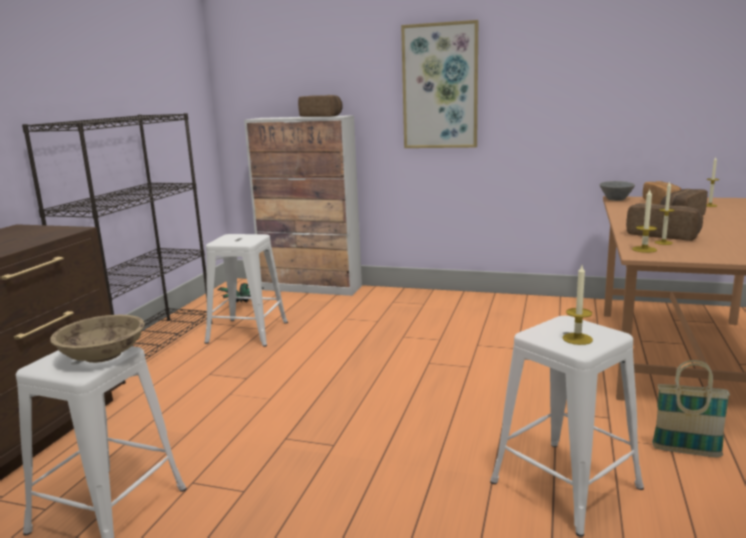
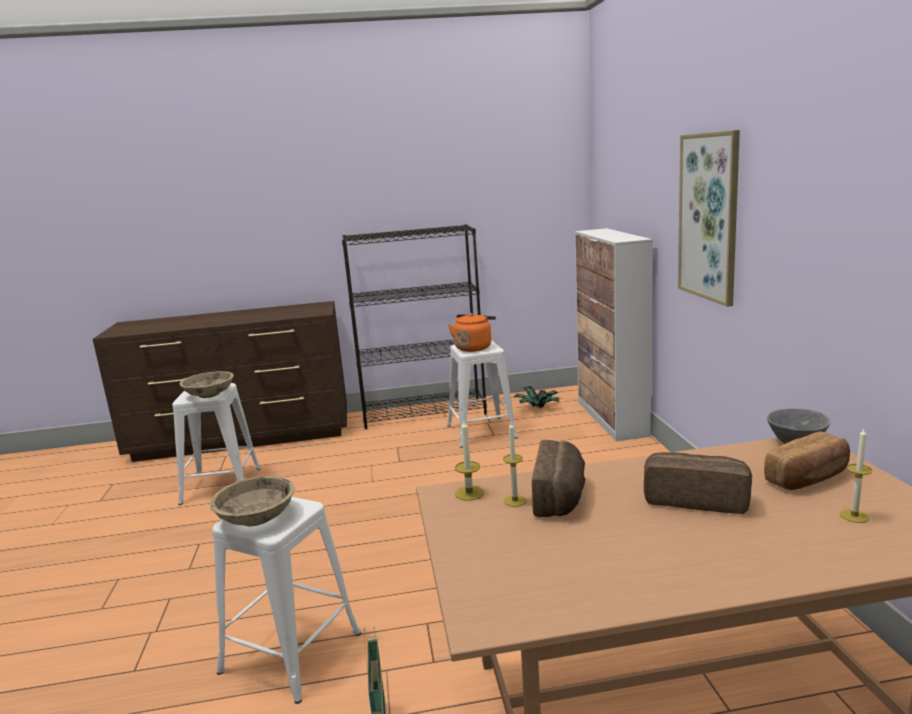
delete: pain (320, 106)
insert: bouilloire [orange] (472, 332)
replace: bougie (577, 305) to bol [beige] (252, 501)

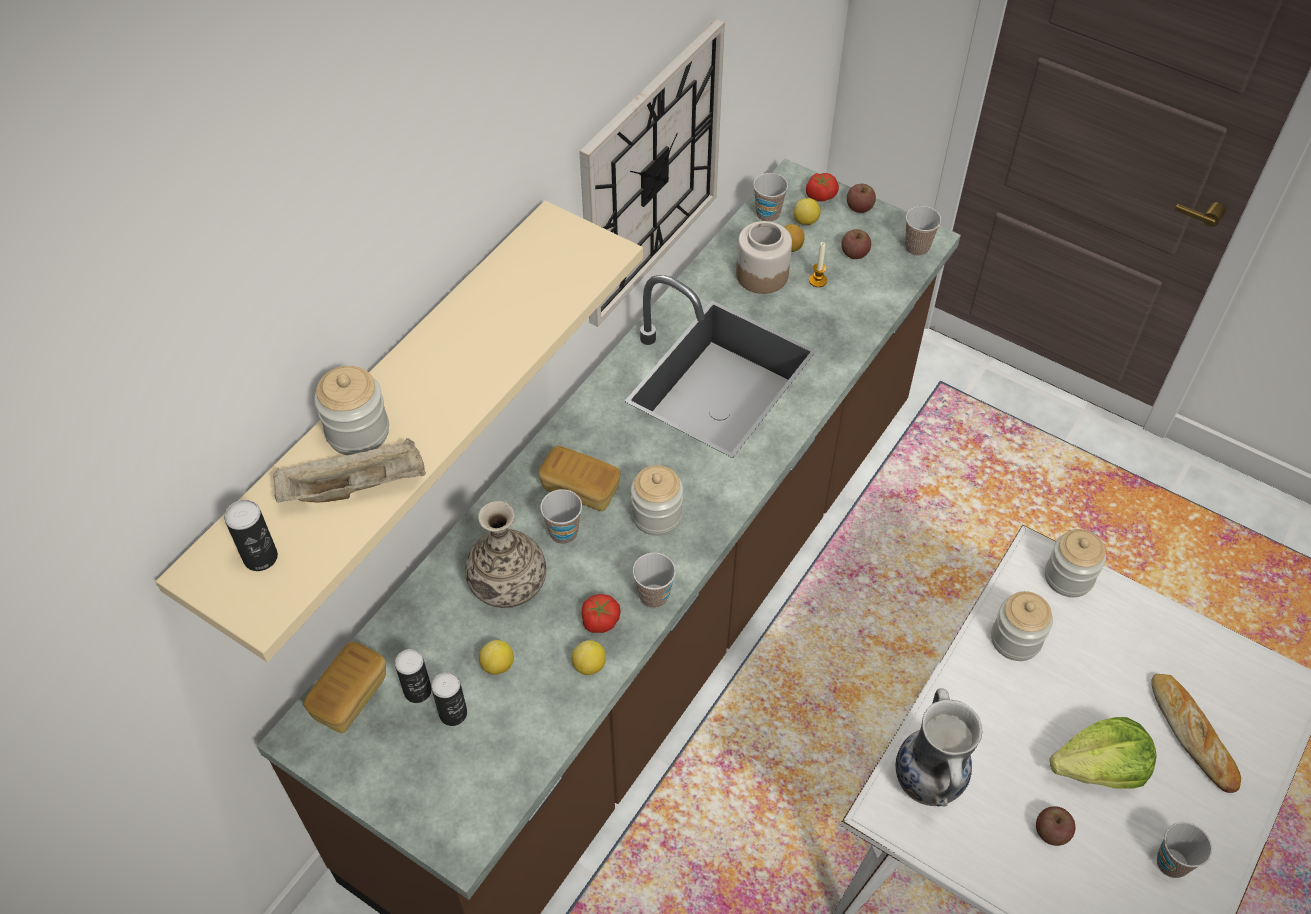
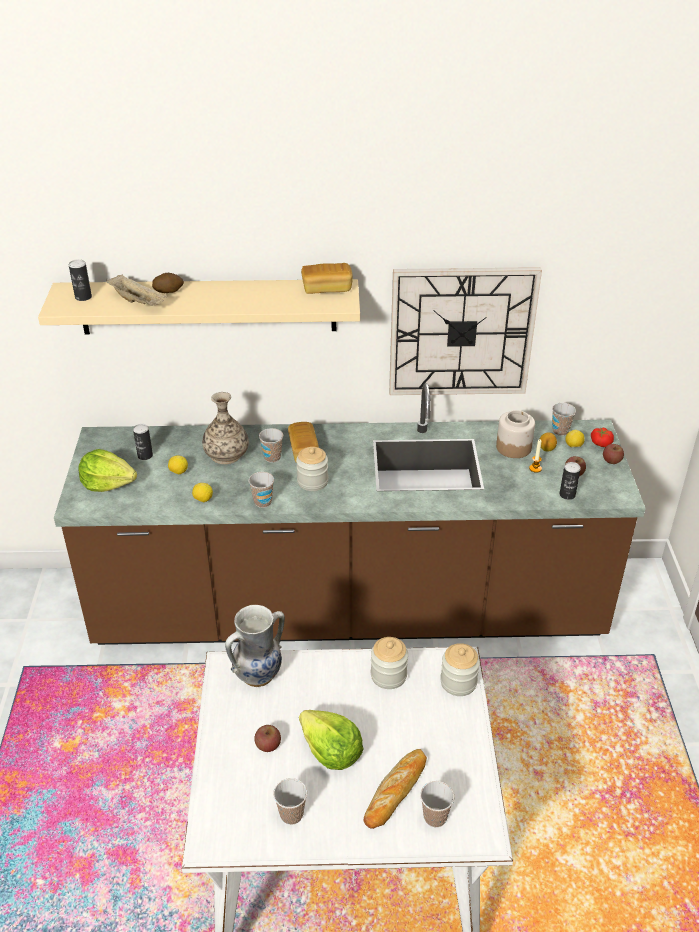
delete: tomate (601, 613)
insert: laitue (107, 470)
move: pain (344, 687) to (327, 278); boîte métallique (449, 699) to (570, 481); tasse (923, 231) to (437, 804)
replace: bocal (351, 410) to pomme de terre (168, 283)

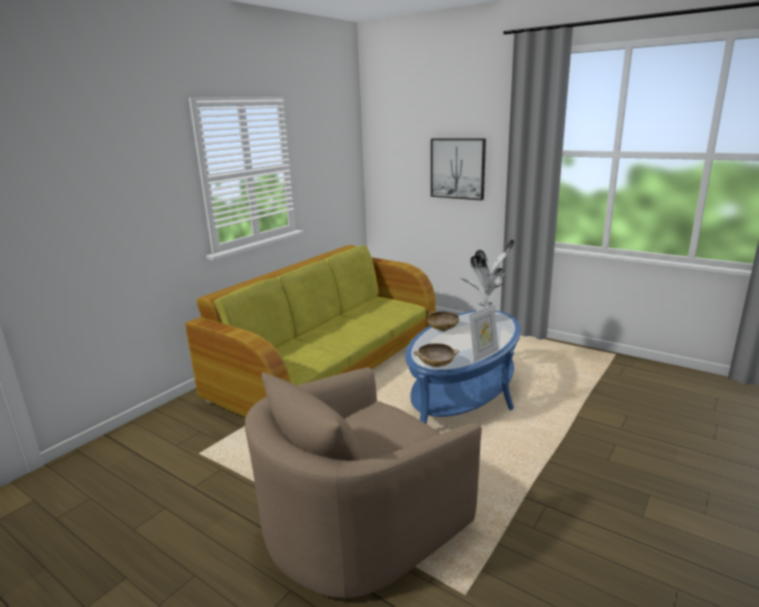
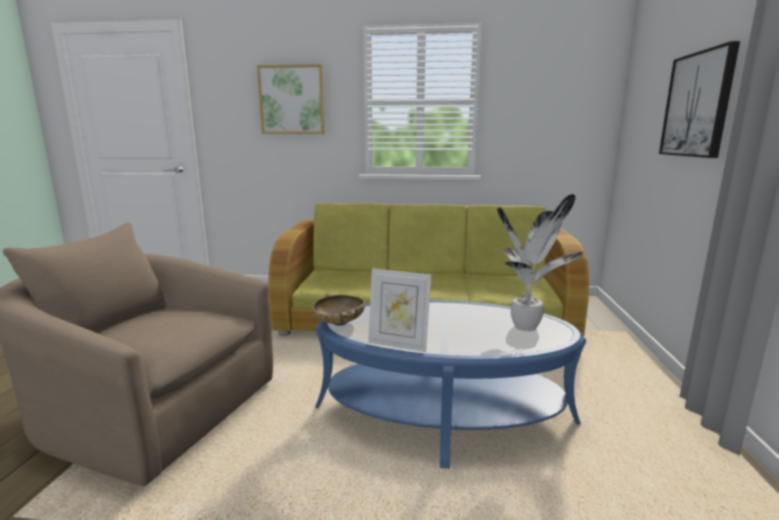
delete: bol [beige] (443, 321)
insert: tableau (291, 99)

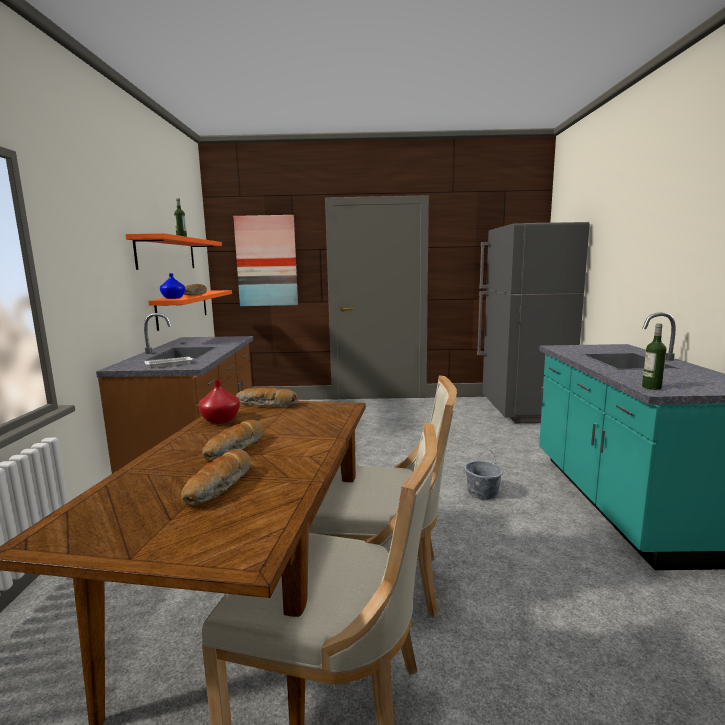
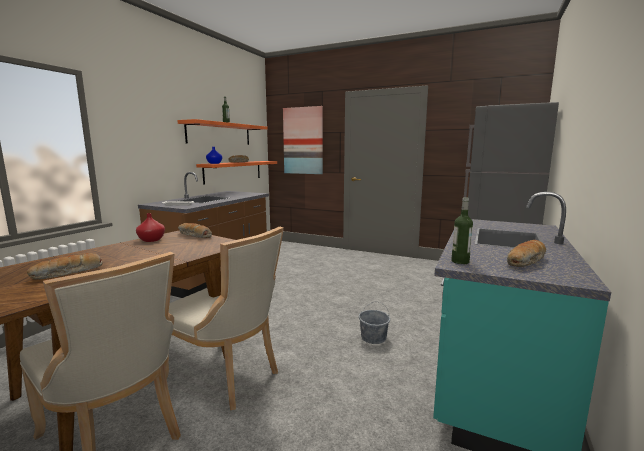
move: pain (232, 440) to (526, 253)

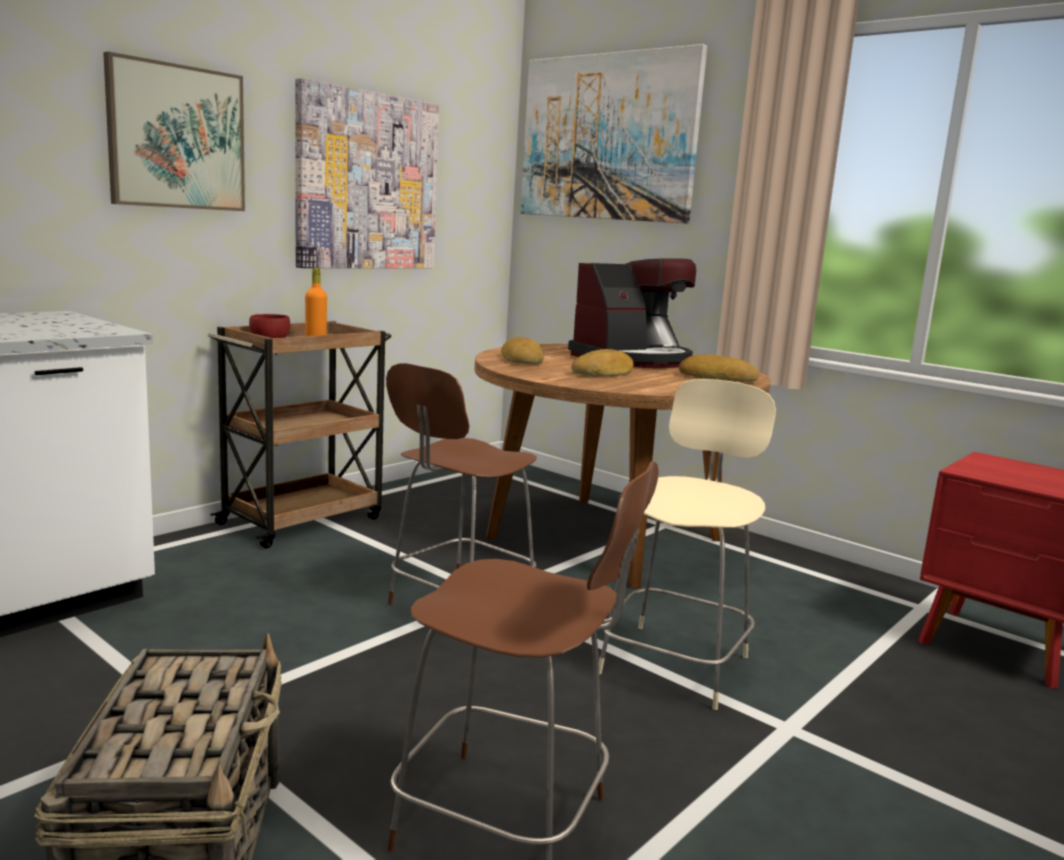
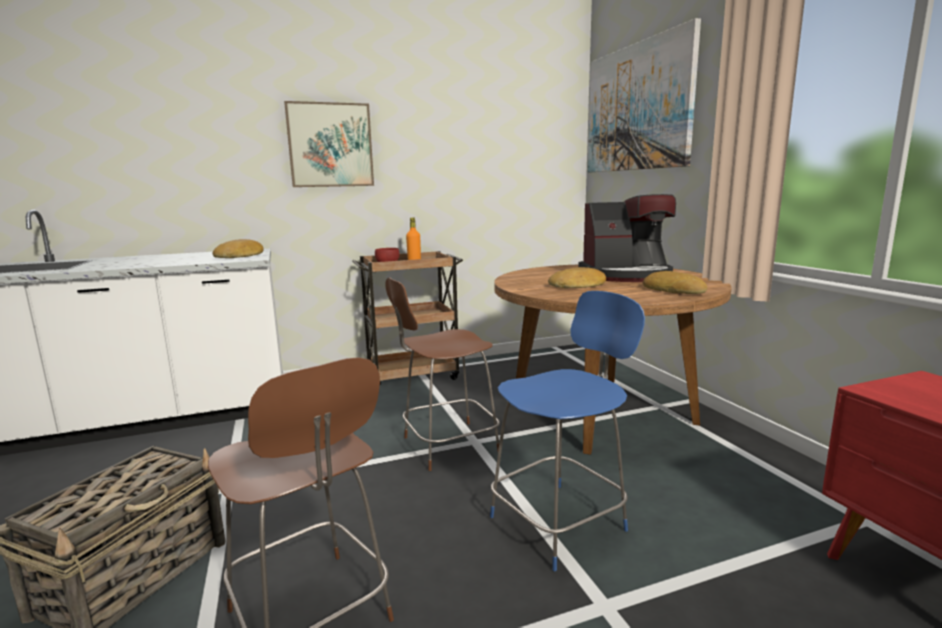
delete: tableau (367, 173)
move: pain (522, 350) to (238, 248)
recolor: chaise [beige] (687, 544) to chaise [bleu] (567, 431)

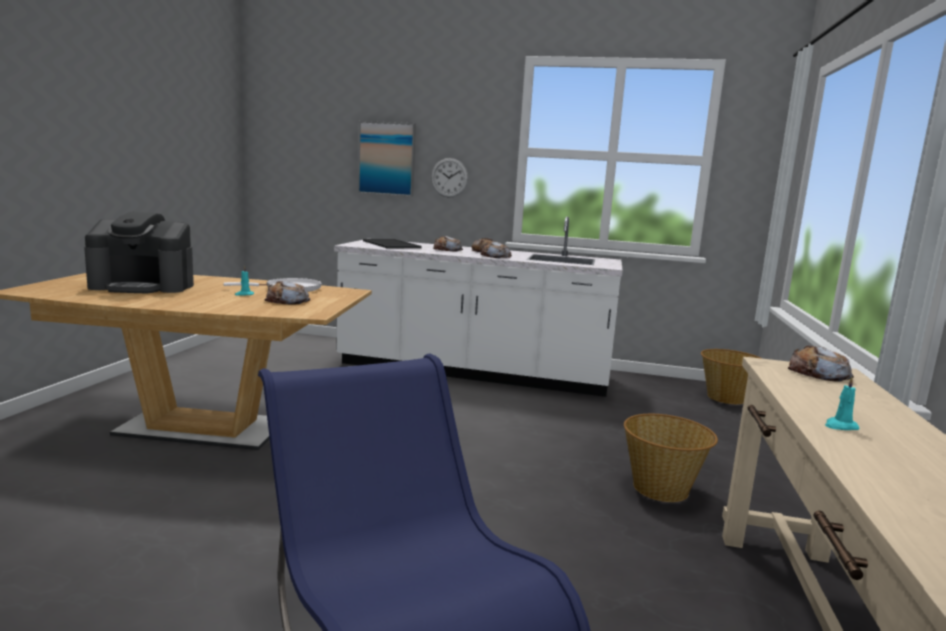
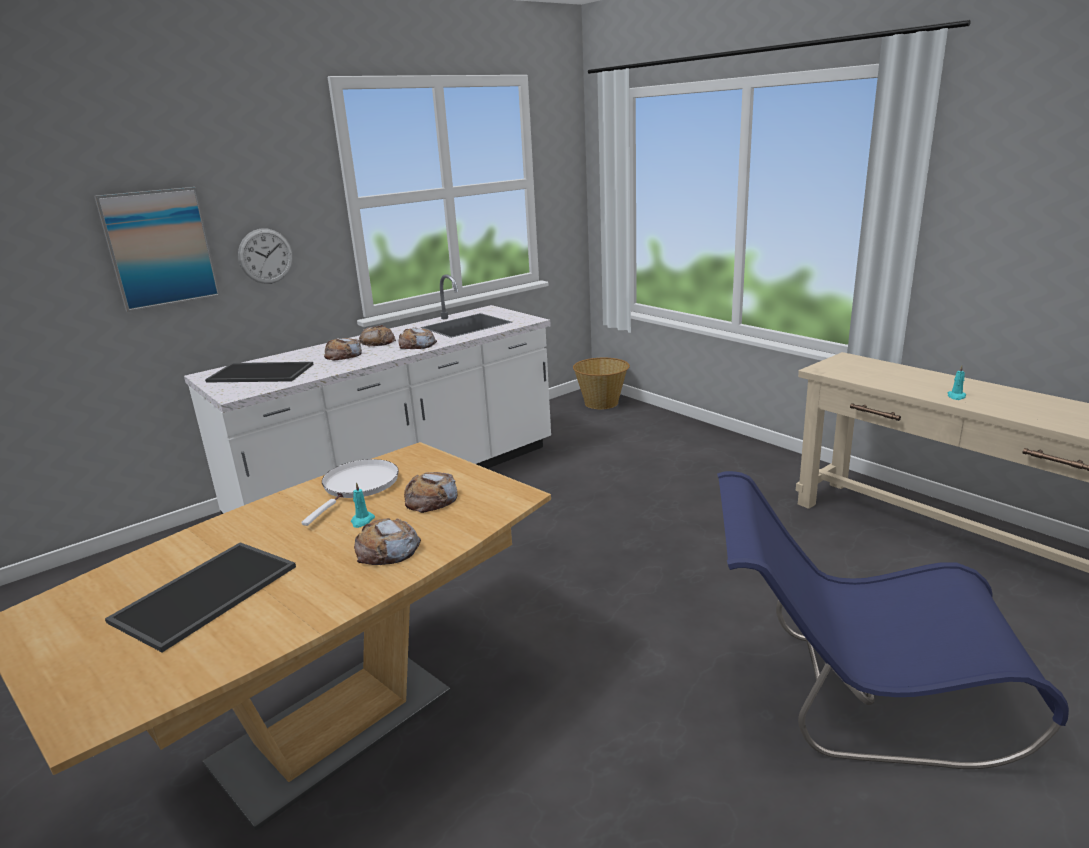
delete: panier (671, 458)
move: pain (821, 364) to (387, 541)
replace: machine à café (139, 252) to plateau (200, 597)

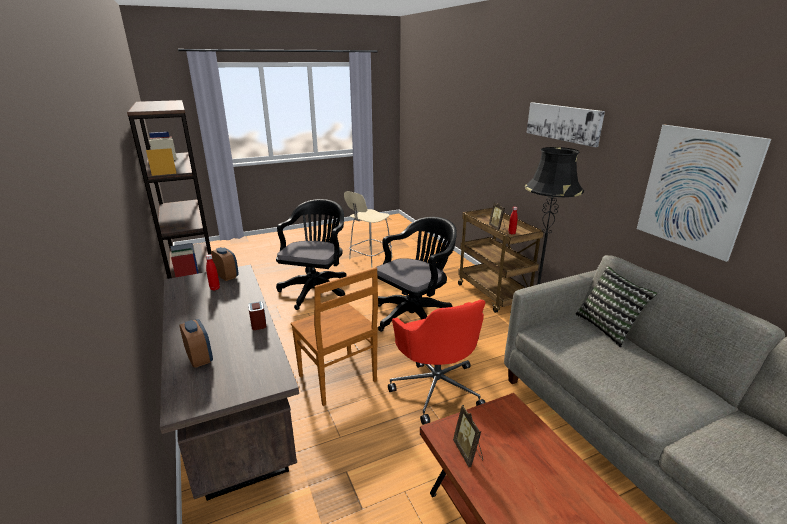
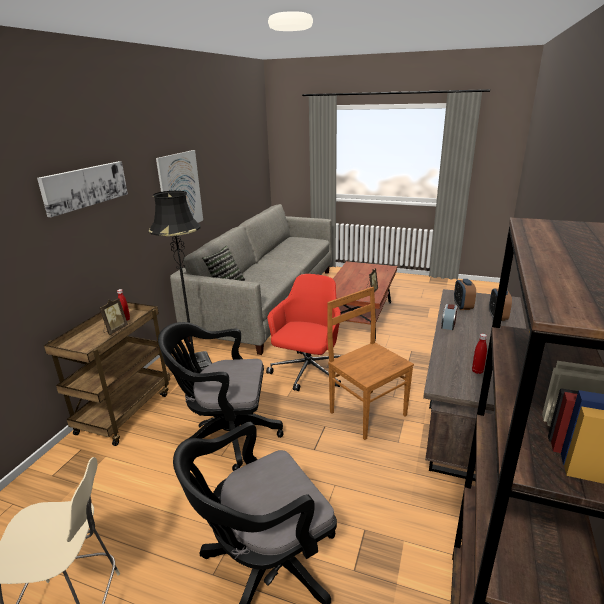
move: réveil (224, 264) to (465, 294)
rotate: chaise [marron] (334, 337) = (370, 363) 45 degrees counterclockwise

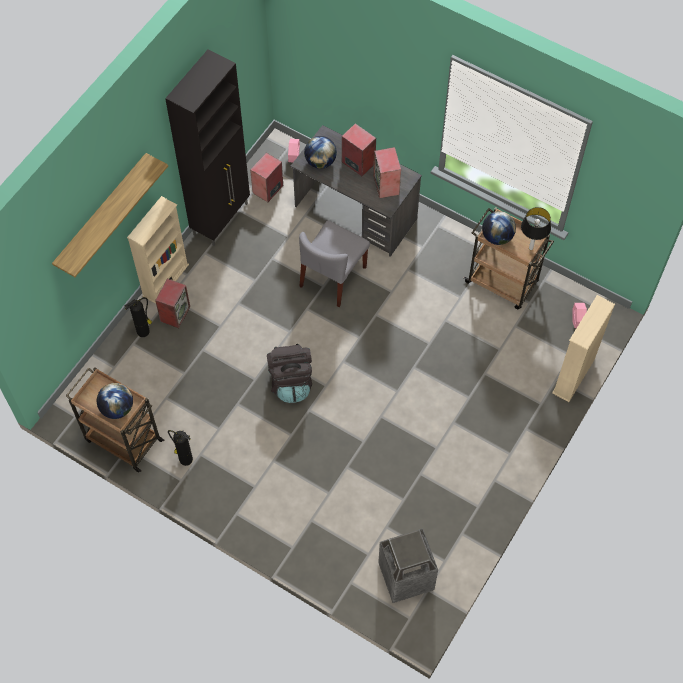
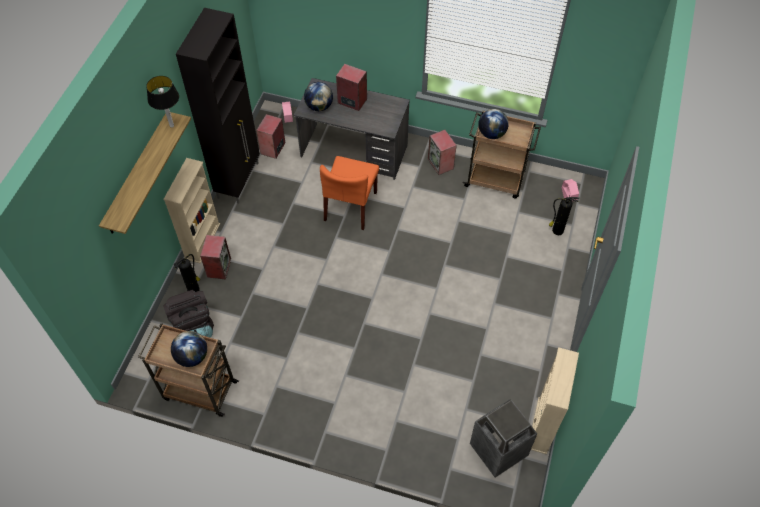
move: extincteur (180, 448) to (564, 215); sac à dos [noir] (289, 373) to (188, 314); enceinte (387, 172) to (442, 152); lampe de table (536, 228) to (162, 102); bibliothèque [beige] (583, 348) to (555, 400)
recolor: chaise [gris] (334, 263) to chaise [orange] (349, 193)

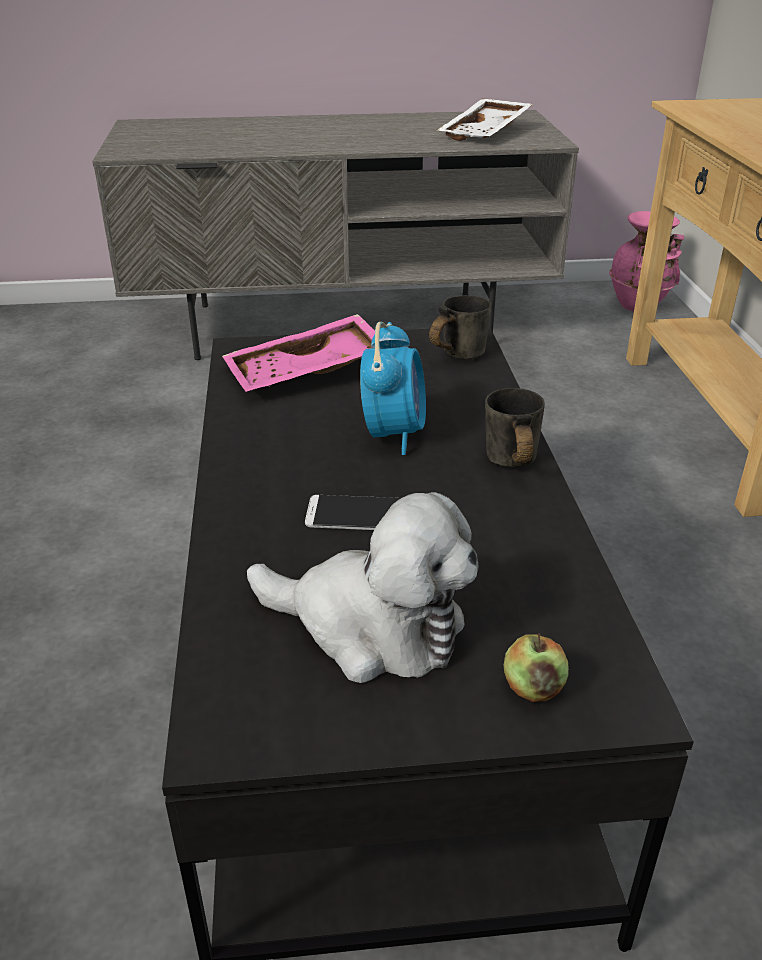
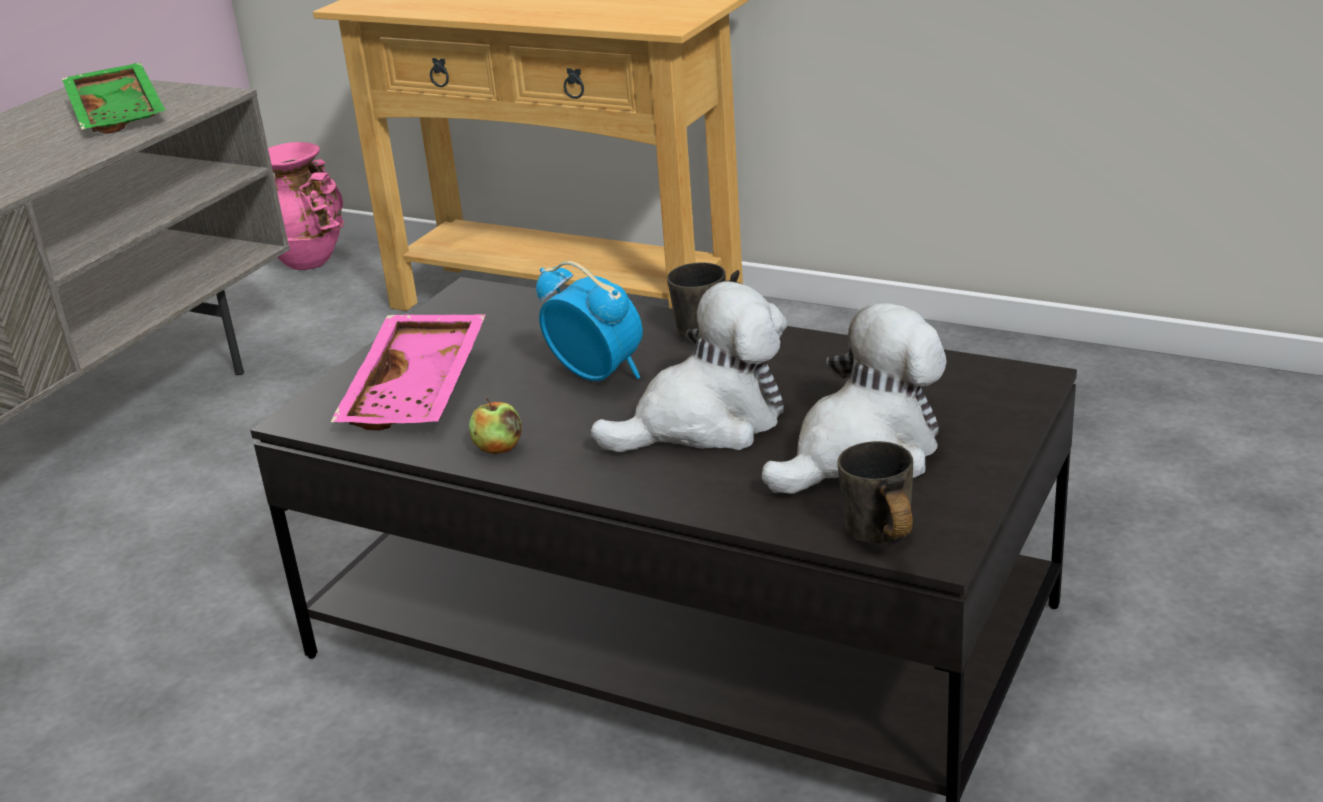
move: mug [gris] (460, 327) to (875, 492); pomme (536, 668) to (495, 426)
replace: téléphone (353, 512) to peluche (689, 366)
recolor: plateau [blanc] (484, 120) to plateau [vert] (114, 98)

